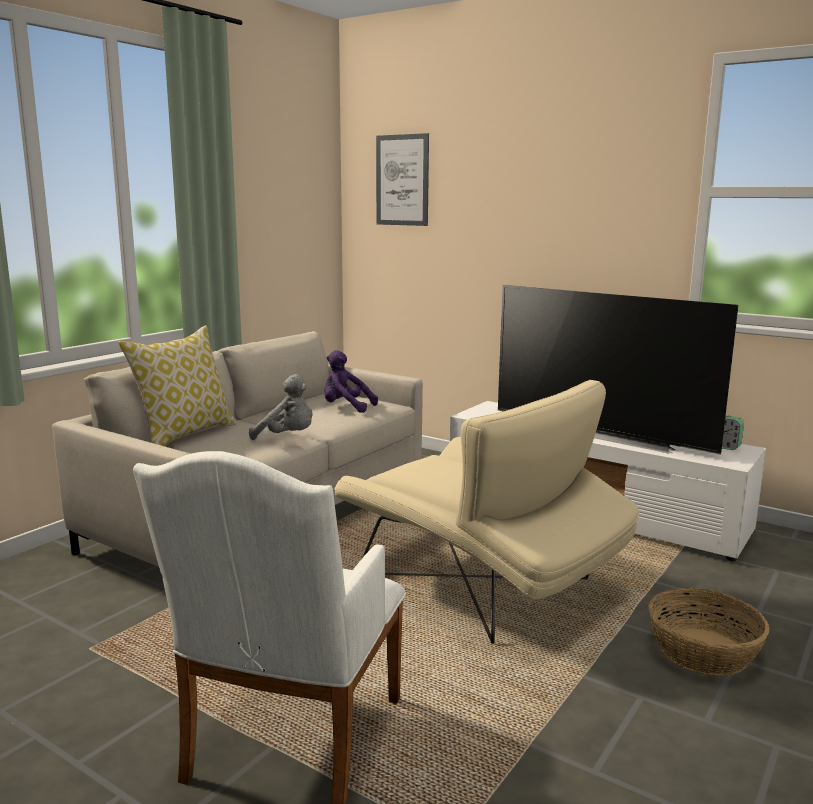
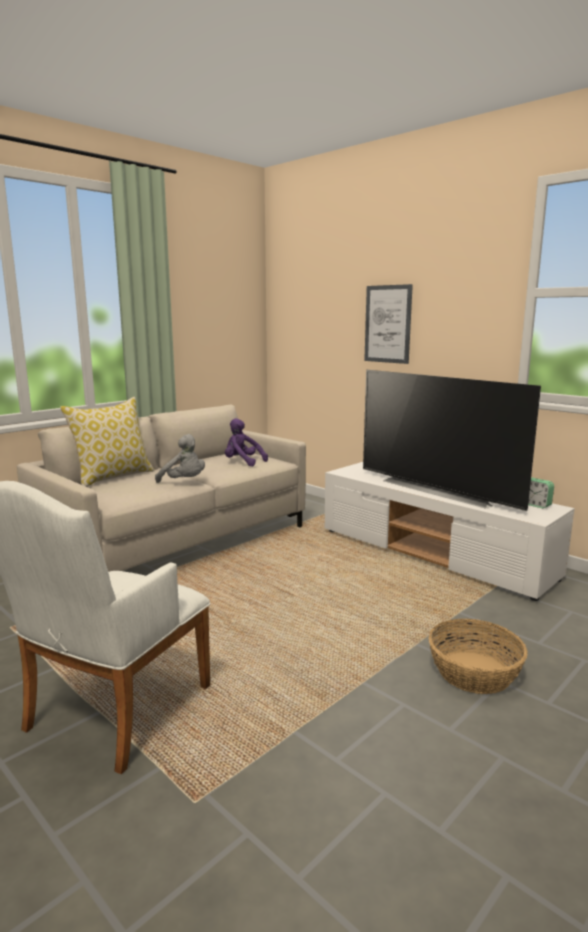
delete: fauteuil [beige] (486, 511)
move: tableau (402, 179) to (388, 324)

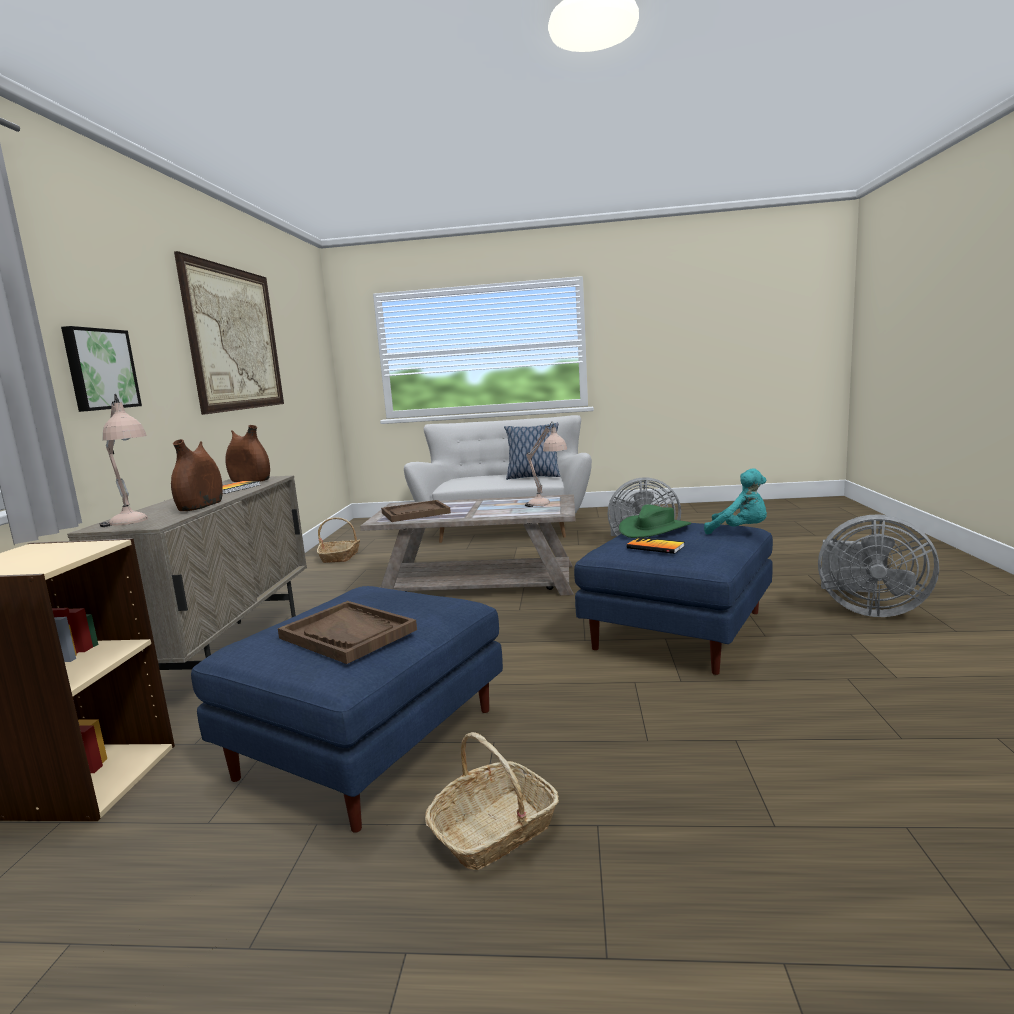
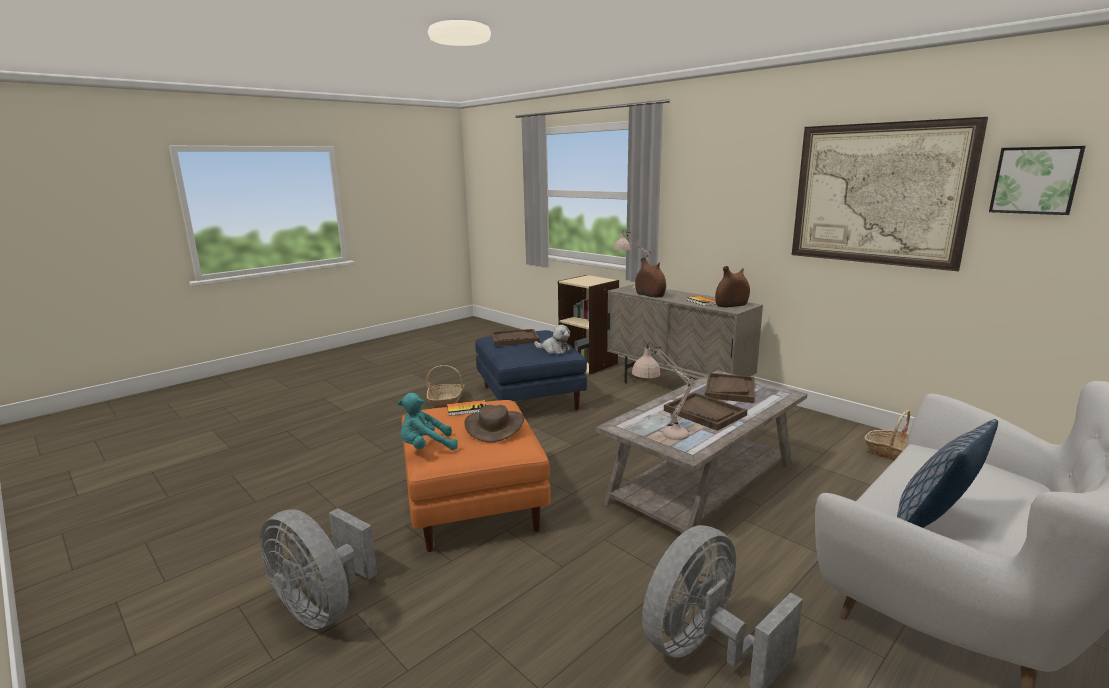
insert: peluche (552, 339); plateau [marron] (705, 411)
move: tableau (101, 369) to (1037, 180)
recolor: pouf [bleu] (673, 599) to pouf [orange] (476, 476); chapeau [vert] (655, 521) to chapeau [marron] (494, 424)
rotate: ventilateur [gris] (878, 565) = (318, 568) 120 degrees counterclockwise

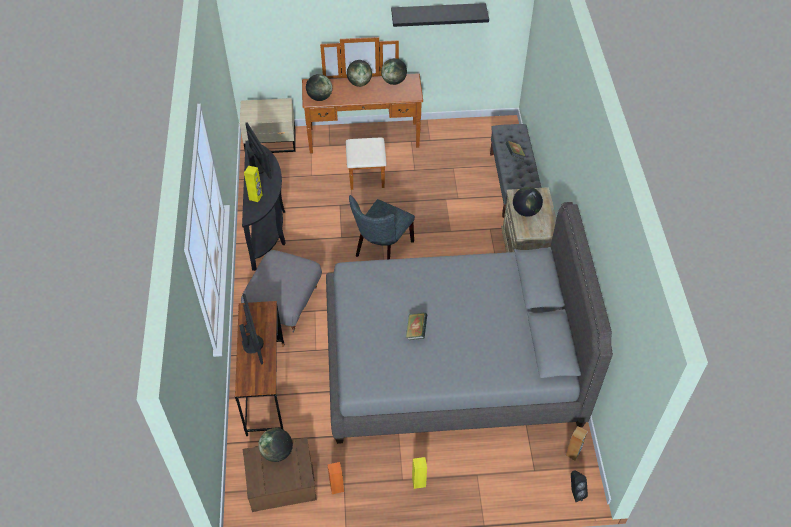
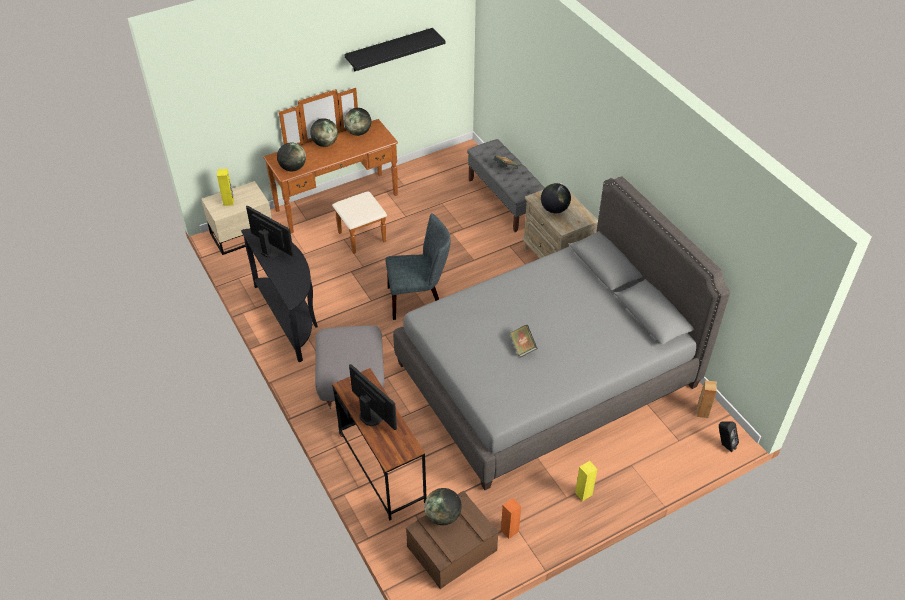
move: enceinte [jaune] (253, 183) to (225, 187)
rotate: chaise [gris] (382, 227) = (418, 266) 105 degrees counterclockwise

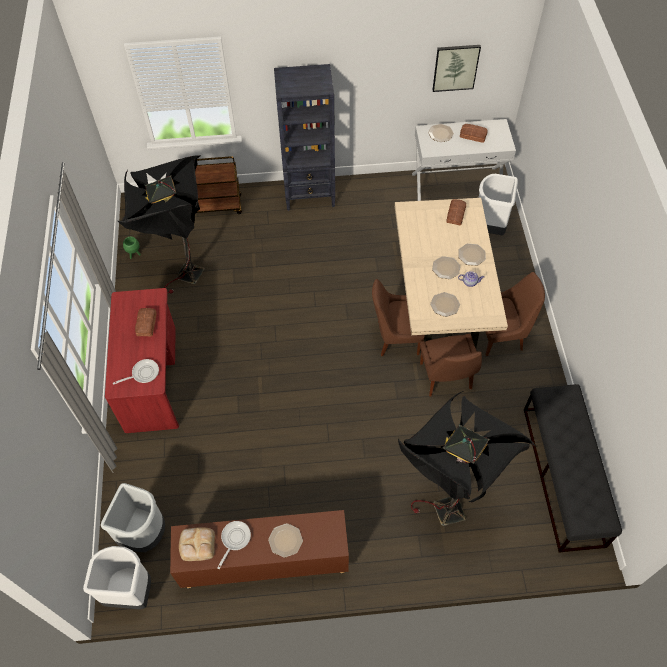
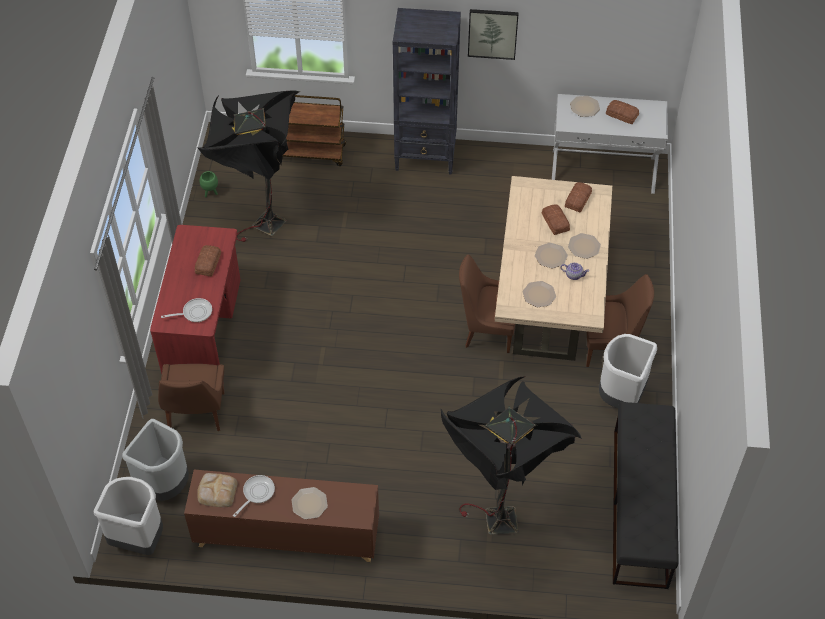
insert: pain (556, 219)
move: chaise [marron] (451, 365) to (191, 397); tableau (457, 68) to (493, 34); poubelle [blanc] (498, 204) to (628, 371)

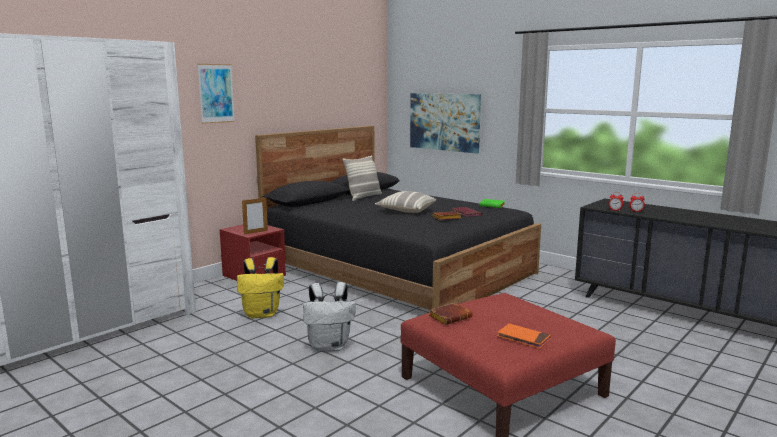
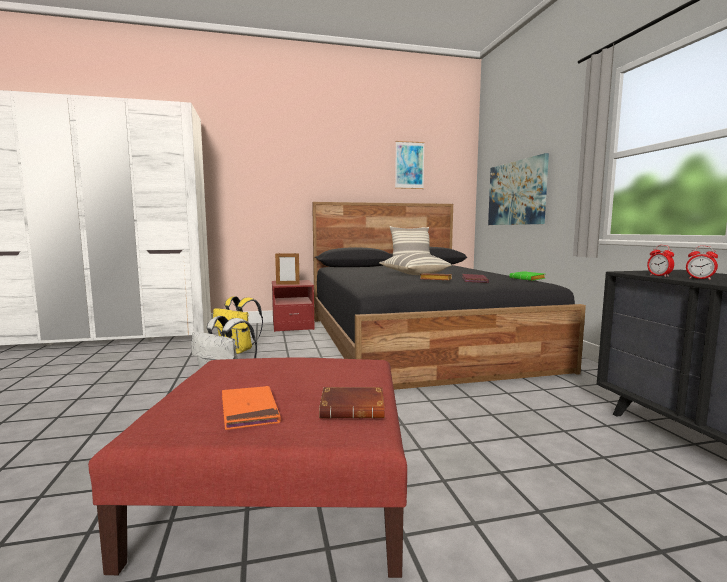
move: tableau (216, 94) to (410, 165); livre [marron] (450, 314) to (352, 403)

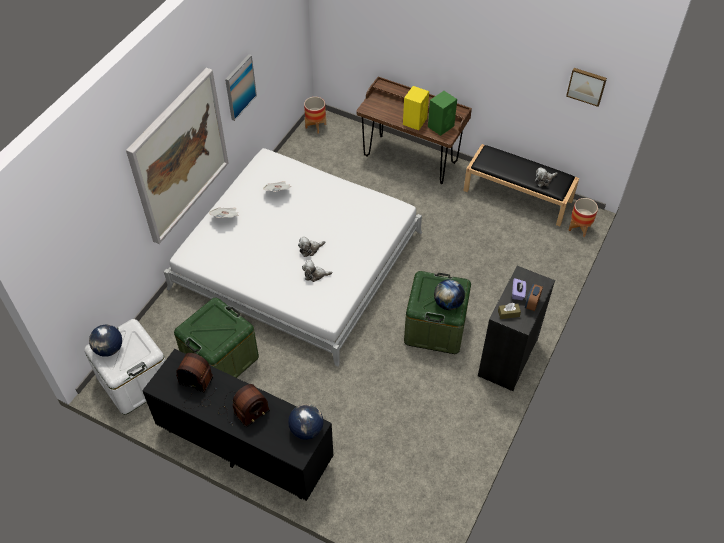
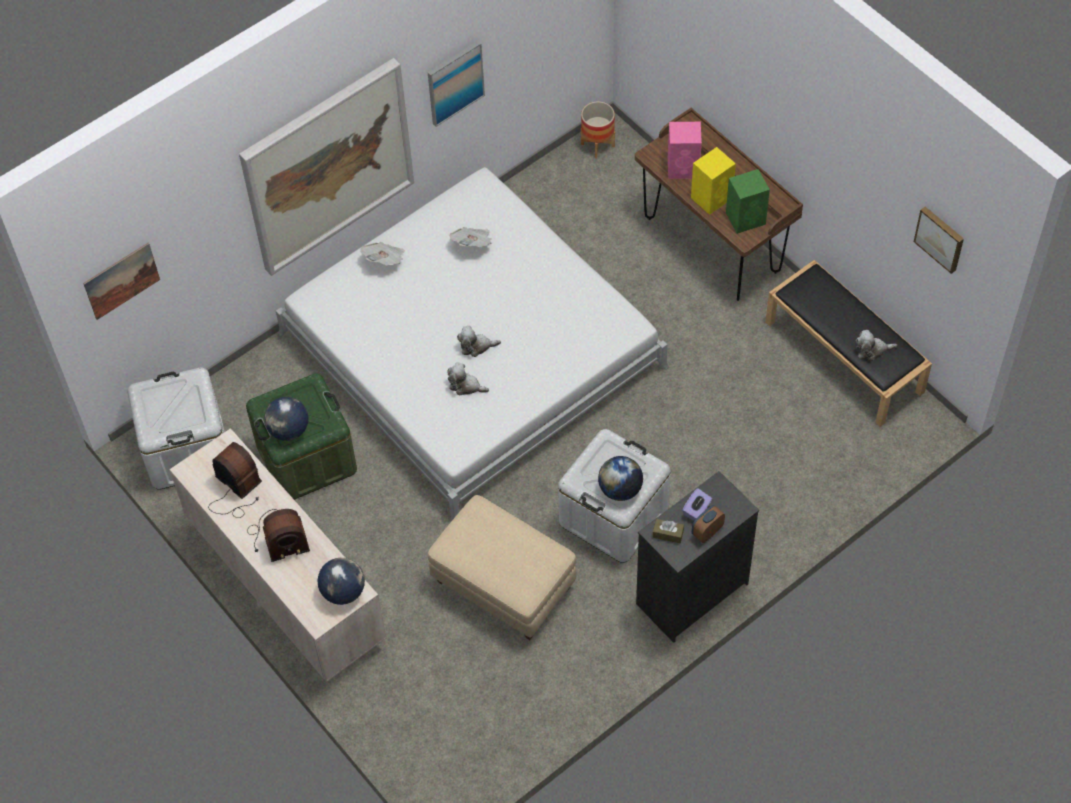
delete: cache-pot (583, 217)
insert: tableau (121, 281); pouf [beige] (502, 567); enceinte [rose] (685, 150)
move: globe (105, 341) to (286, 419)
recolor: commode [noir] (237, 425) to commode [beige] (277, 555); boîte de rangement [vert] (437, 312) to boîte de rangement [blanc] (614, 496)

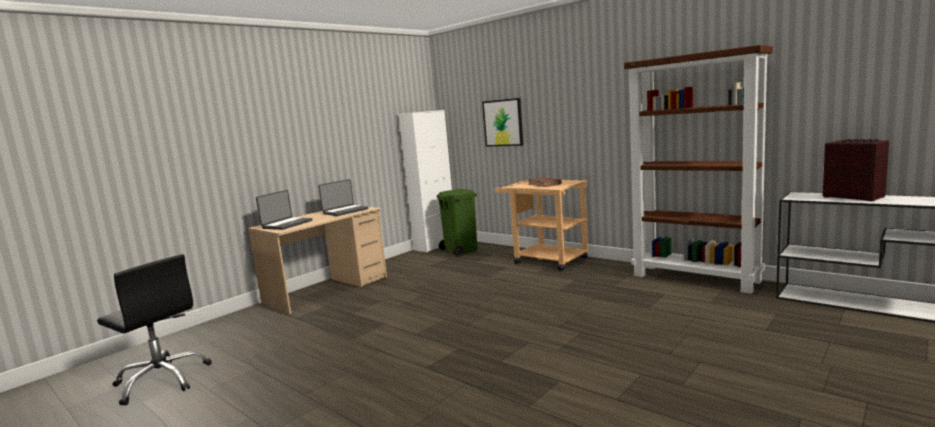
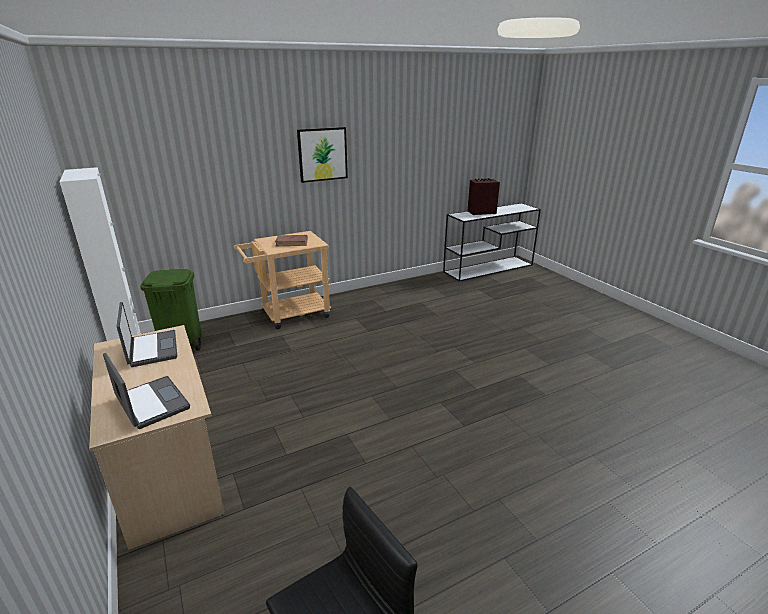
delete: bibliothèque [marron] (698, 169)
move: tableau (502, 122) to (322, 155)

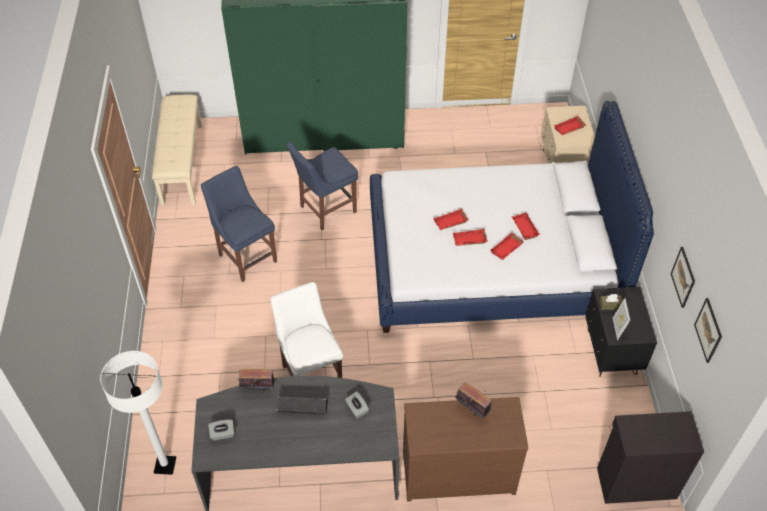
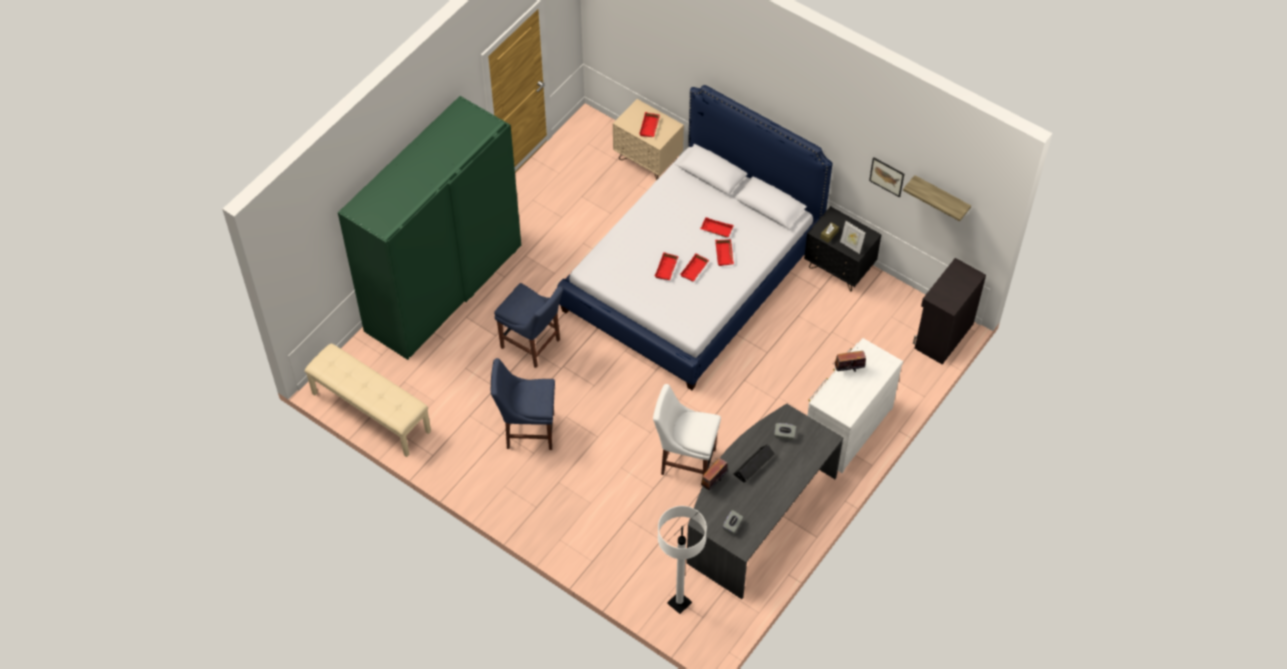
replace: tableau (708, 330) to étagère (937, 198)
recolor: commode [marron] (465, 449) to commode [blanc] (855, 405)
rotate: chaise [bleu] (322, 186) = (528, 325) 60 degrees counterclockwise

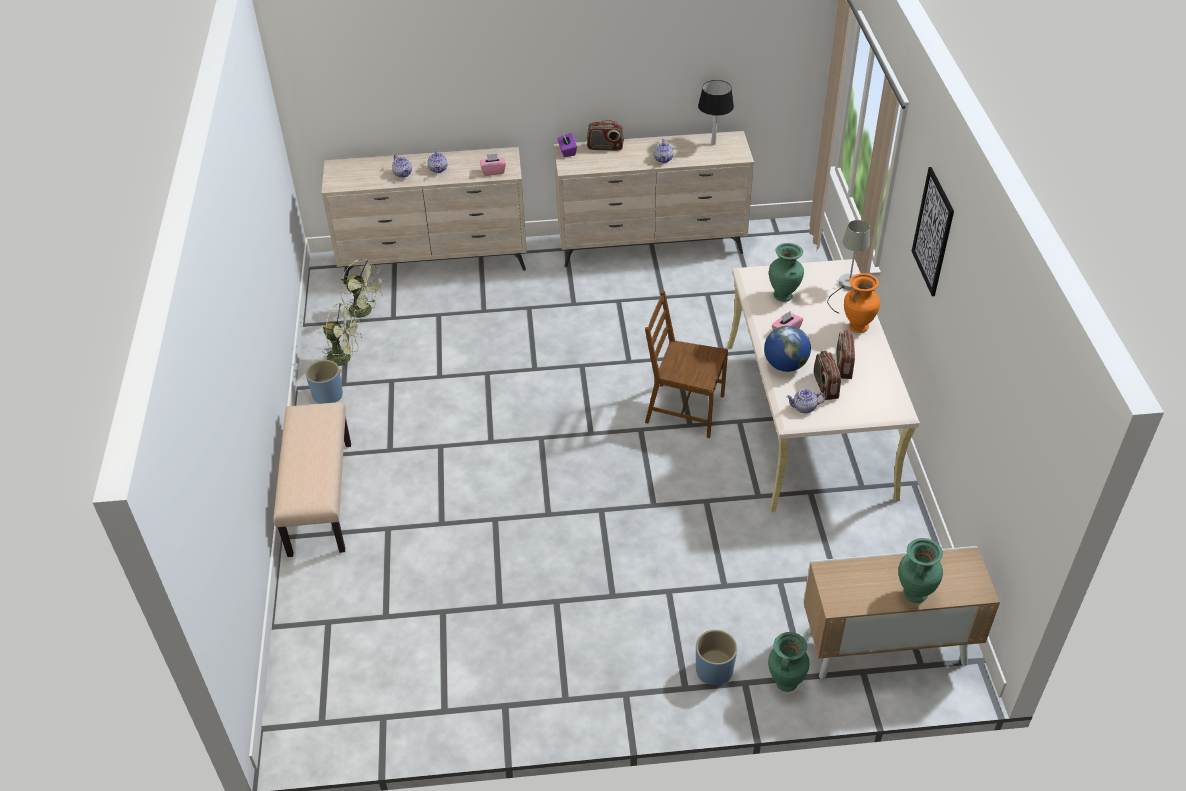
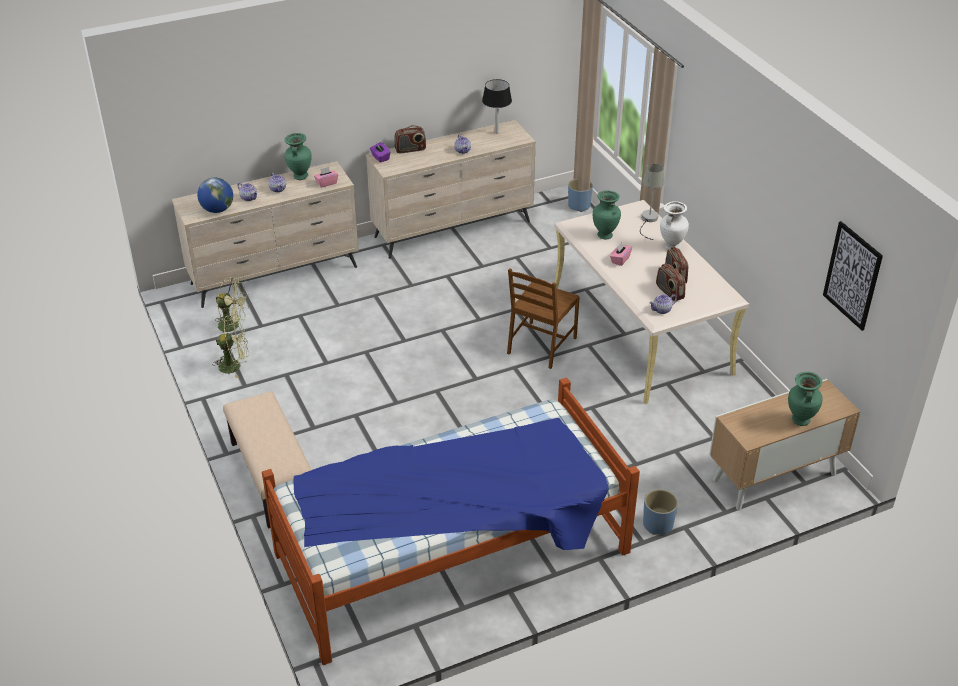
insert: lit (451, 521)
move: cache-pot [bleu] (324, 382) to (580, 195); globe (787, 349) to (215, 195); vase [vert] (789, 662) to (298, 156); tableau (933, 231) to (853, 276)
recolor: vase [orange] (862, 303) to vase [blanc] (674, 225)
rotate: chaise [marron] (686, 364) = (543, 318) 60 degrees counterclockwise

